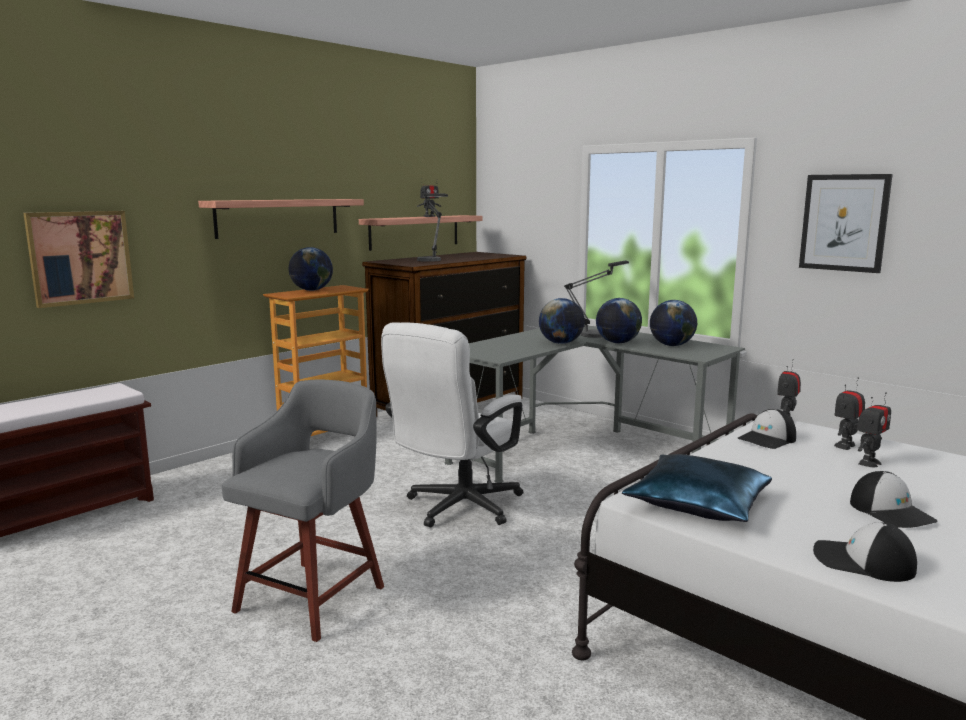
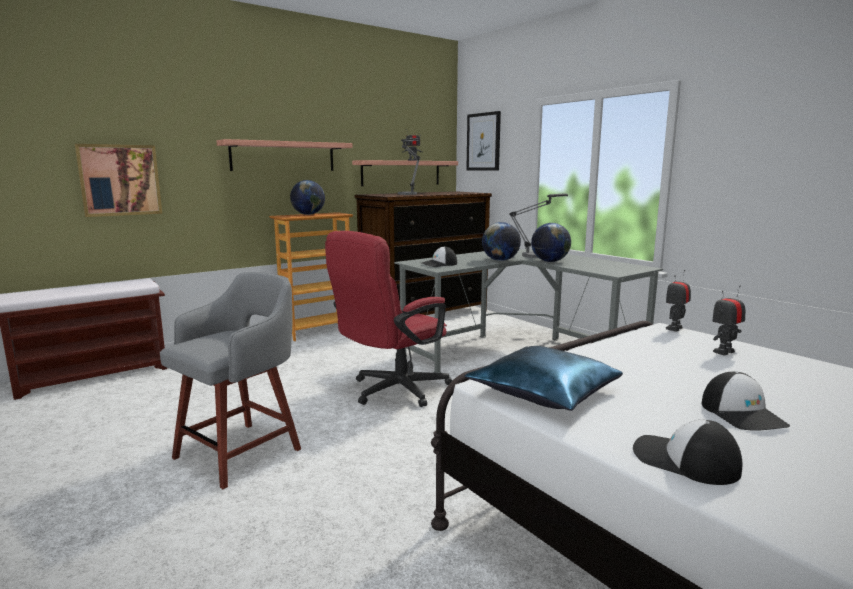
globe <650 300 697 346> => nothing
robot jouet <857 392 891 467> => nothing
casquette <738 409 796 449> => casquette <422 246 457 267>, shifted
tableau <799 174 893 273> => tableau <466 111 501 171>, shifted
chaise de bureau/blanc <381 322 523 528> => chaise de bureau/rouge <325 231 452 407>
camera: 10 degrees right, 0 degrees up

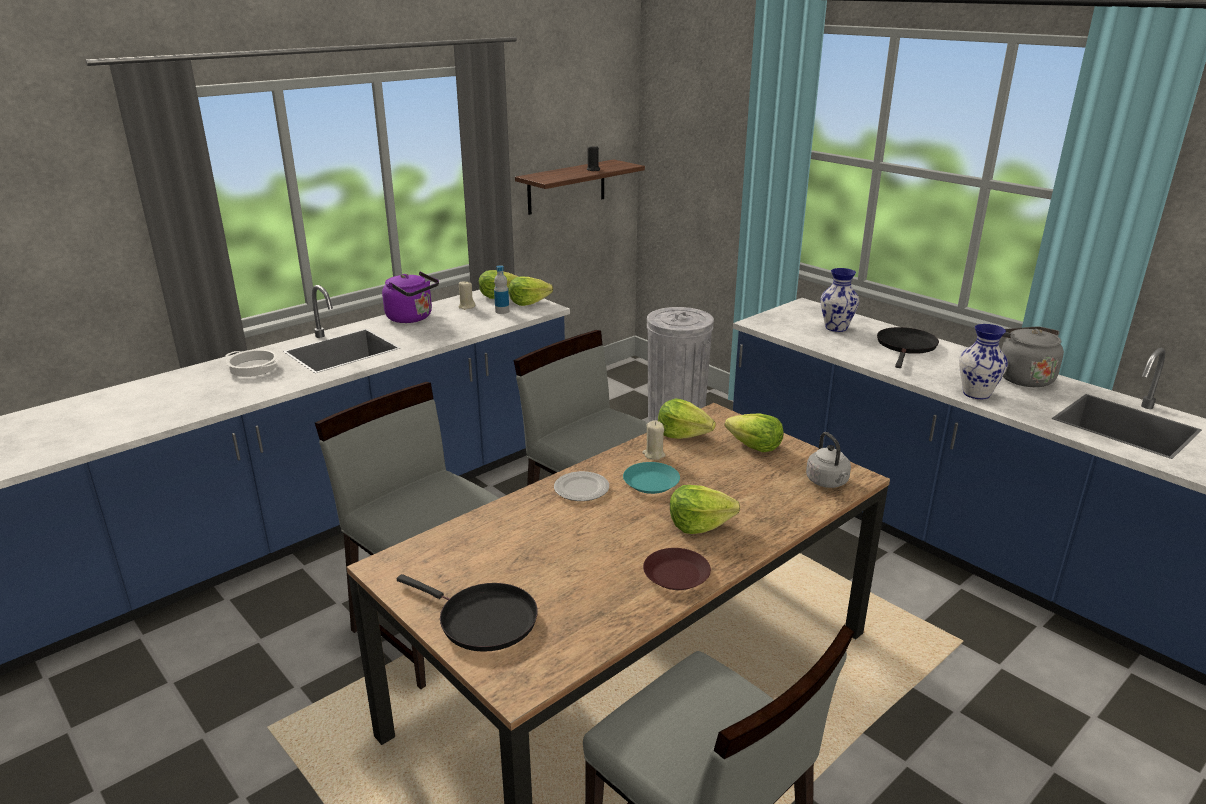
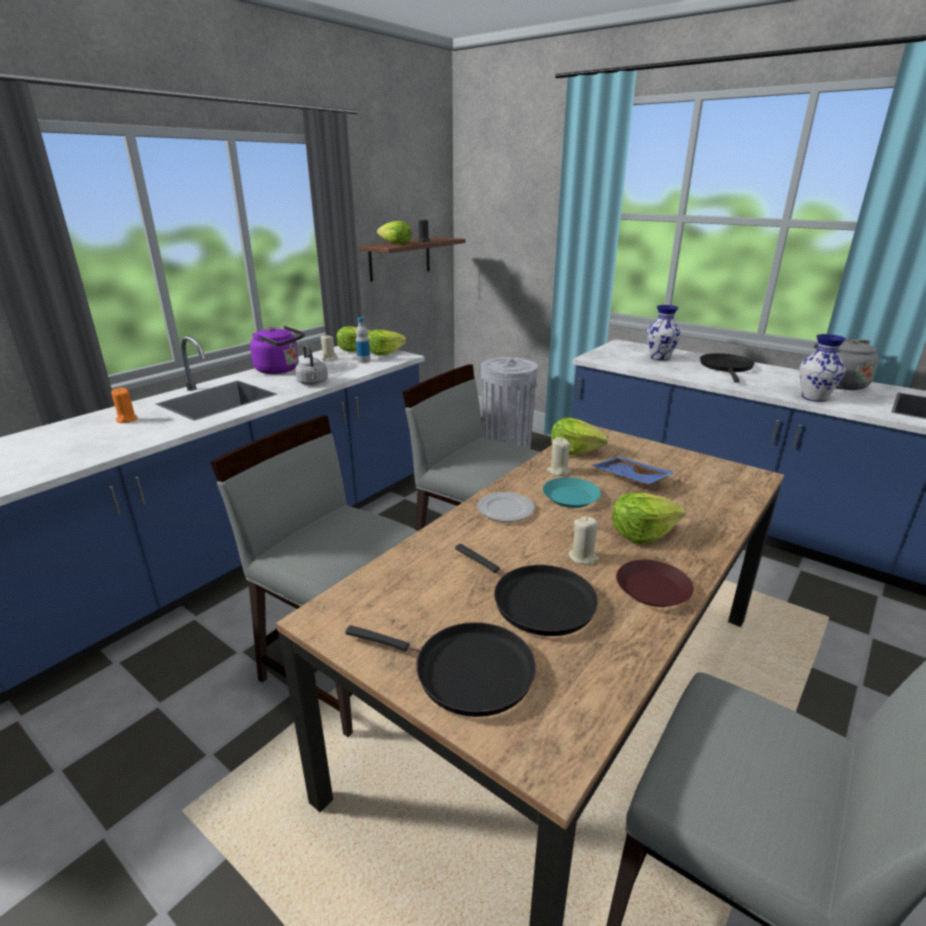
nothing => poêle/noir <455 544 598 636>
nothing => bougie/beige <568 516 599 565>
nothing => plateau/bleu <591 456 676 485>
laitue <725 413 783 452> => laitue <377 221 412 244>, shifted
bouilloire/gris <806 432 851 488> => bouilloire/gris <295 344 328 385>, shifted
marmite <225 349 279 377> => bougie/orange <111 388 137 423>
camera: 10 degrees left, 0 degrees up

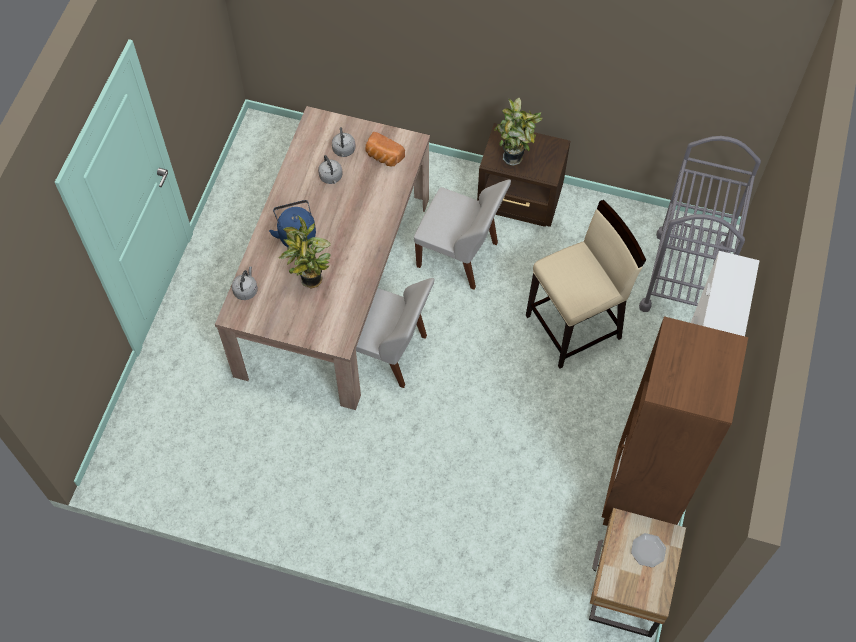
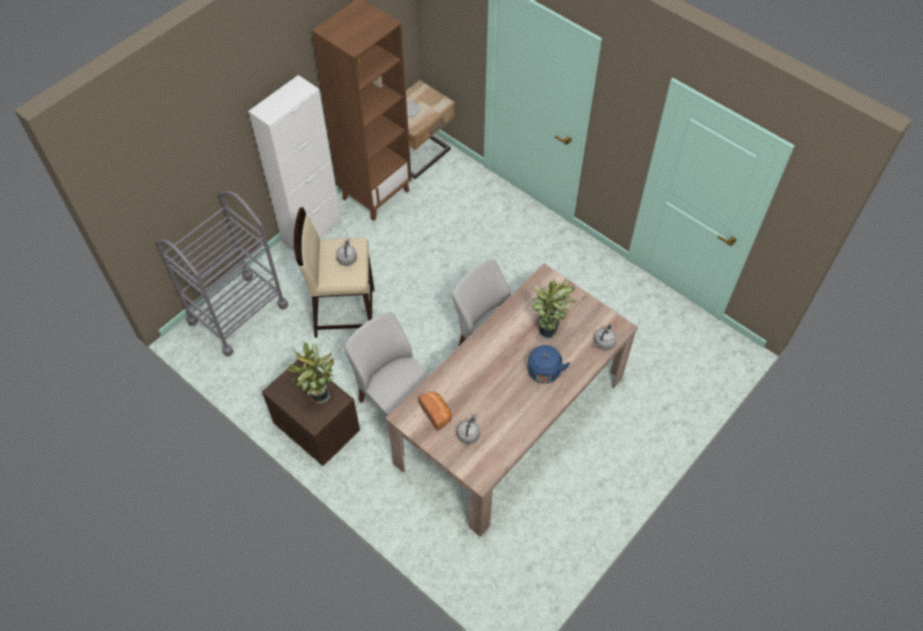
bouilloire/gris <318 155 343 184> => bouilloire/gris <336 239 357 266>, shifted
camera: 155 degrees left, 5 degrees down

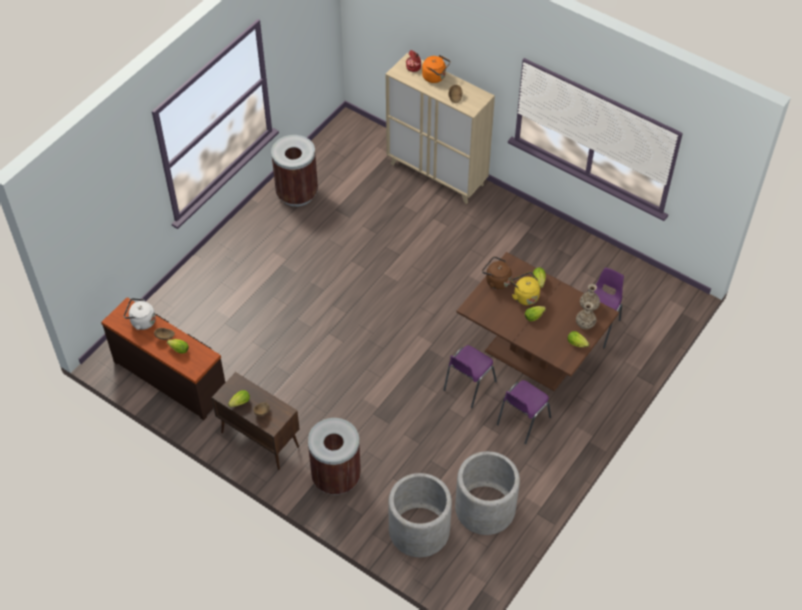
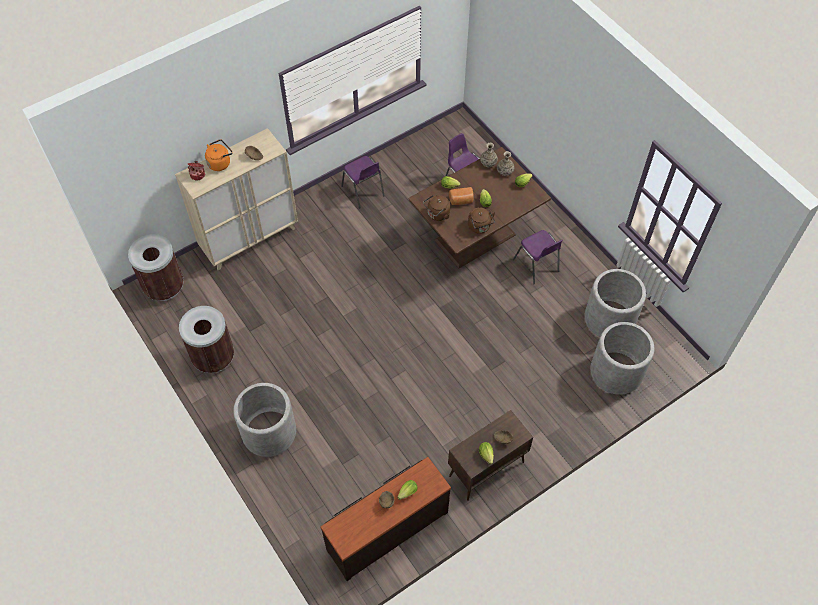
bouilloire/blanc <124 298 156 330> => nothing
nothing => cache-pot/gris <233 383 296 457>
nothing => bouilloire/marron <468 207 495 234>
poubelle/marron <308 418 361 495> => poubelle/marron <128 234 184 301>, shifted
chaise/violet <443 345 497 408> => chaise/violet <341 156 385 209>, shifted
bouilloire/jaune <511 272 540 305> => pain <449 187 474 205>
camera: 70 degrees left, 5 degrees up

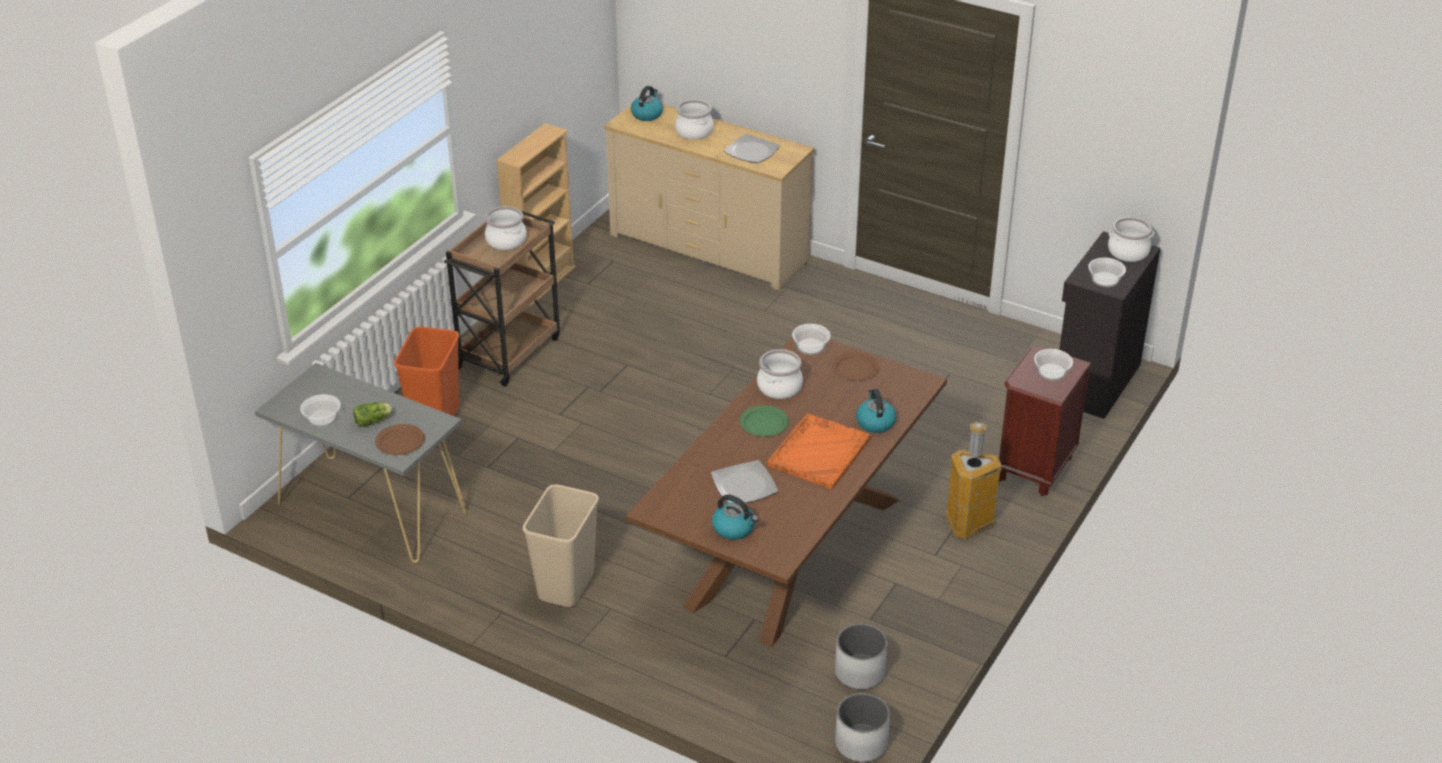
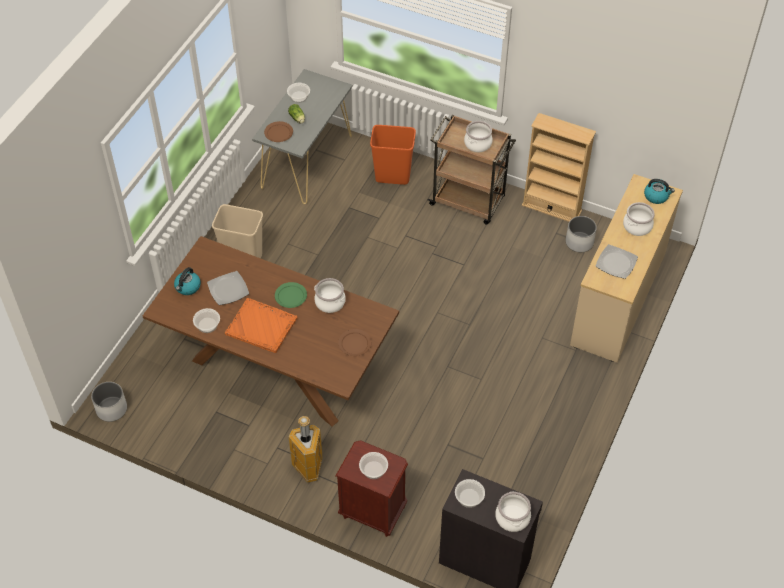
bouilloire <856 389 896 433> => nothing
bol <792 324 830 355> => bol <193 308 220 333>, shifted
cache-pot/blanc <835 624 887 689> => cache-pot/blanc <566 216 597 252>, shifted
camera: 85 degrees right, 15 degrees up

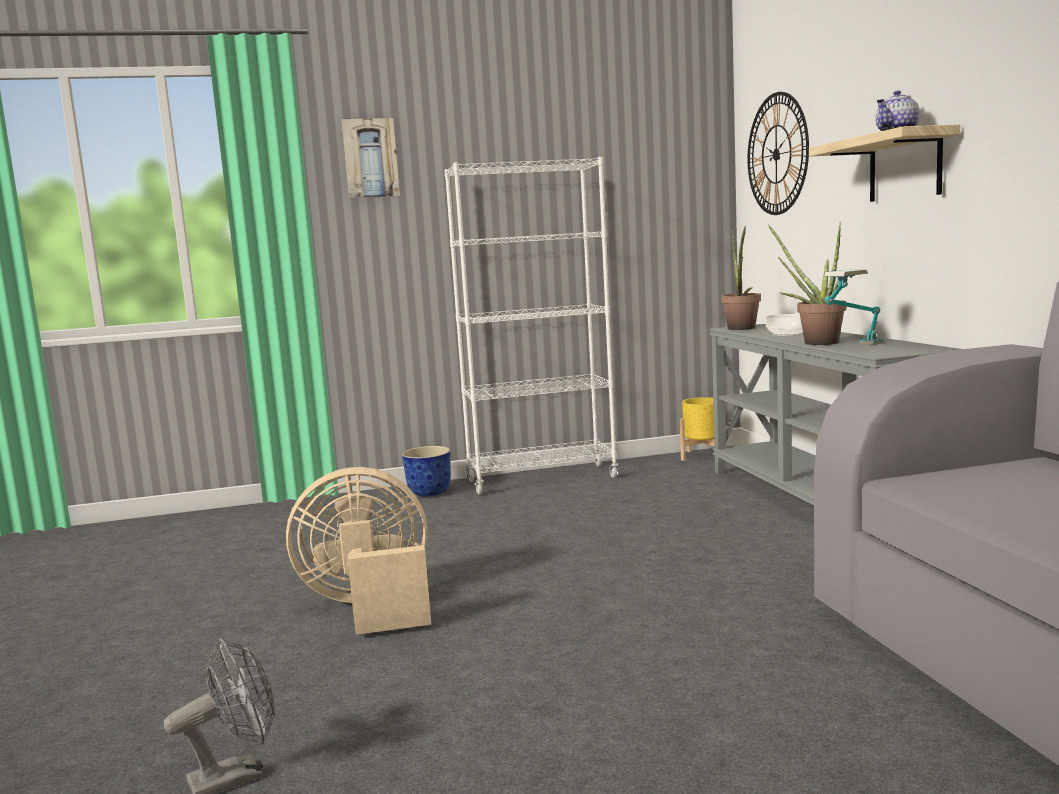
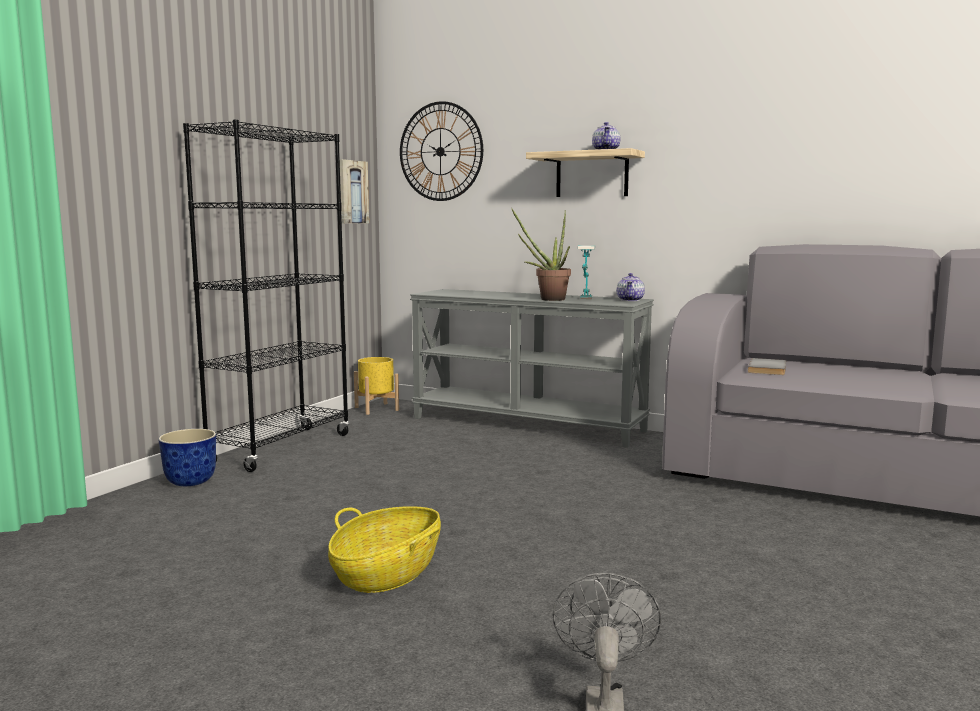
plante en pot <721 226 761 330> => nothing
bol <765 314 803 336> => nothing
nothing => théière <617 273 645 301>
nothing => livre/gris <748 358 786 375>
tableau <342 118 400 199> => tableau <340 159 369 224>, shifted
ventilateur/beige <286 467 431 635> => panier <328 506 441 593>
bibliothèque/blanc <444 157 618 495> => bibliothèque/noir <183 120 350 472>
camera: 50 degrees left, 0 degrees up

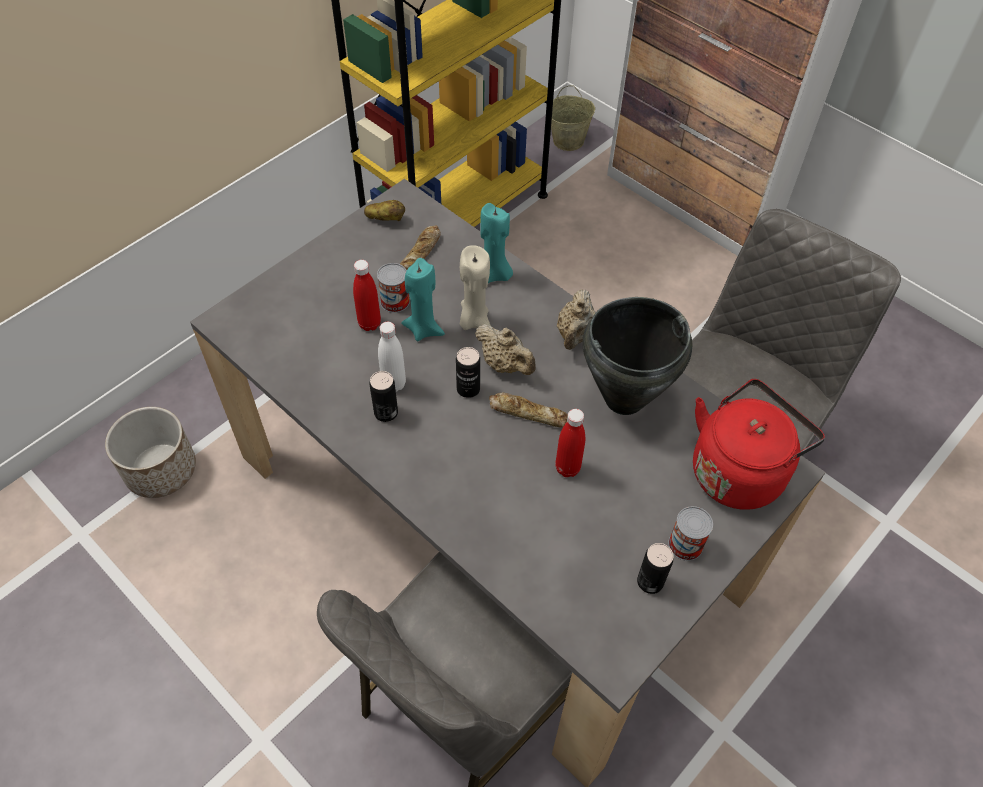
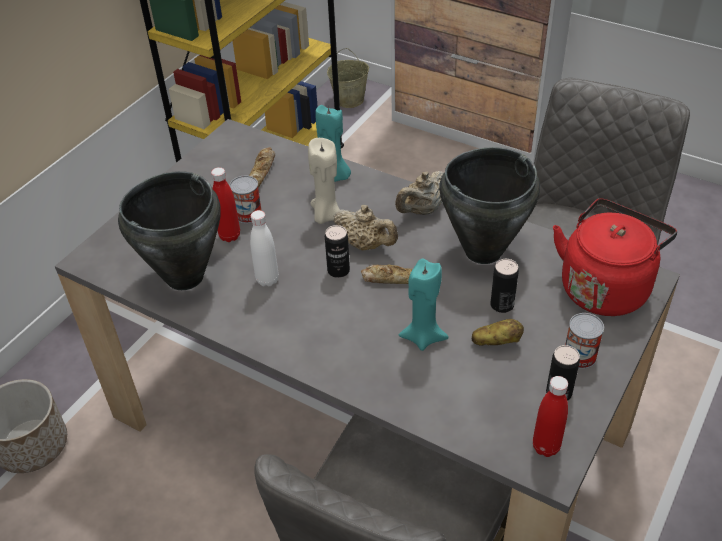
nothing => marmite/noir <118 171 221 290>
pomme de terre <364 200 405 221> => pomme de terre <472 319 524 346>, shifted
boîte métallique <369 371 398 422> => boîte métallique <490 259 519 313>, shifted
bougie/turquoise <401 258 445 341> => bougie/turquoise <399 258 449 351>, shifted
bouteille/rouge <555 409 585 477> => bouteille/rouge <533 376 568 457>, shifted
théière/beige <557 289 596 350> => théière/beige <395 171 444 215>, 45 degrees clockwise
camera: 10 degrees left, 10 degrees down

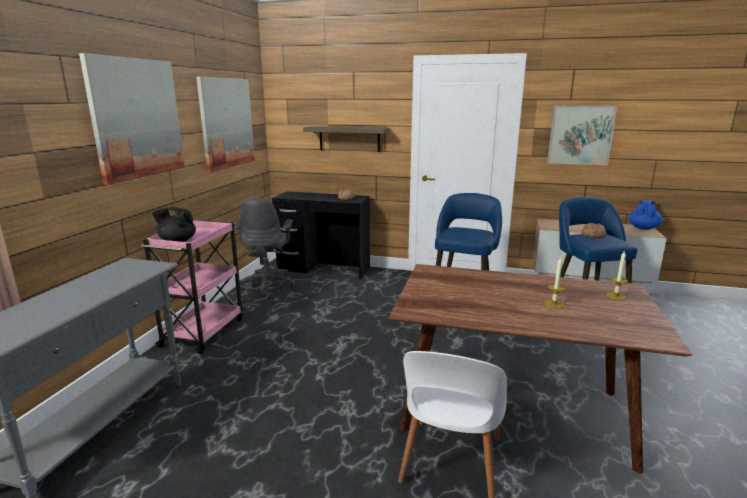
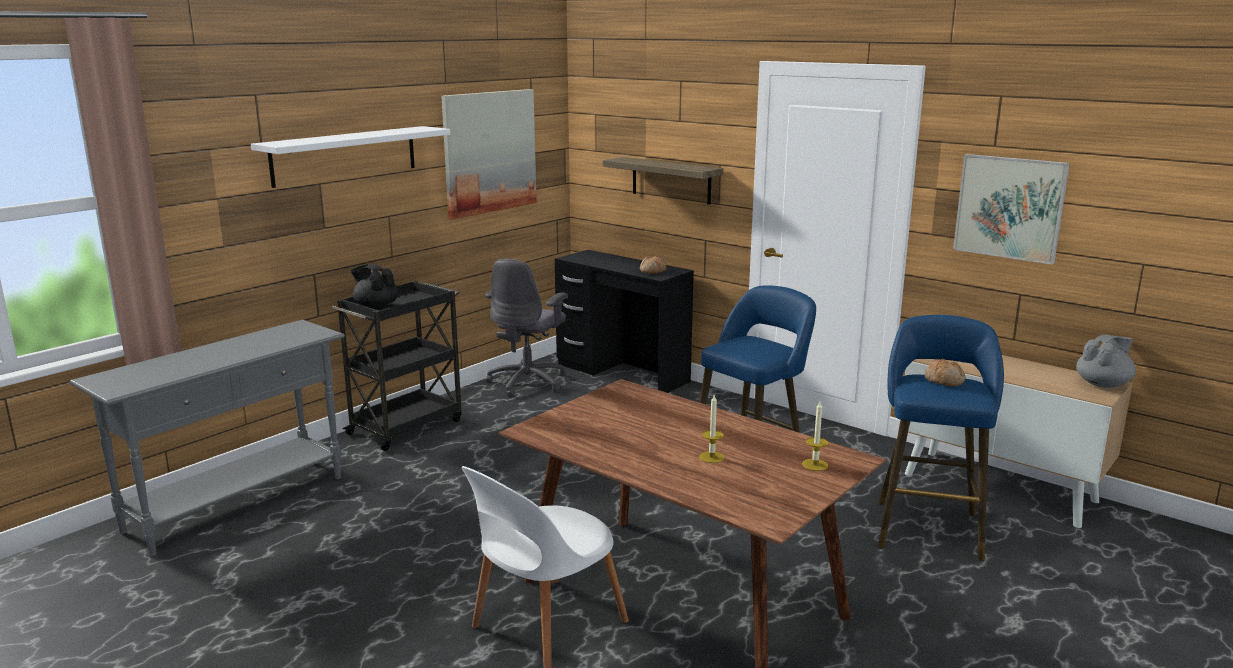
tableau <79 53 184 185> => étagère/blanc <251 126 450 188>
chariot/rose <141 220 243 354> => chariot/noir <332 281 462 451>
théière/bleu <629 200 663 230> => théière/gris <1076 334 1136 388>
camera: 25 degrees right, 0 degrees up

